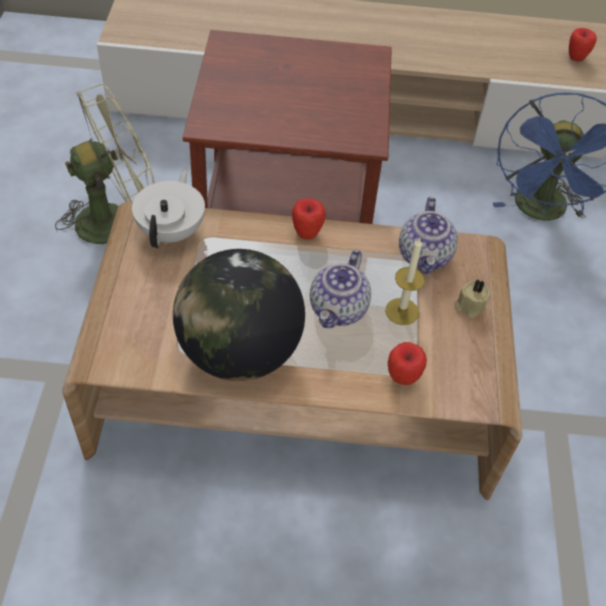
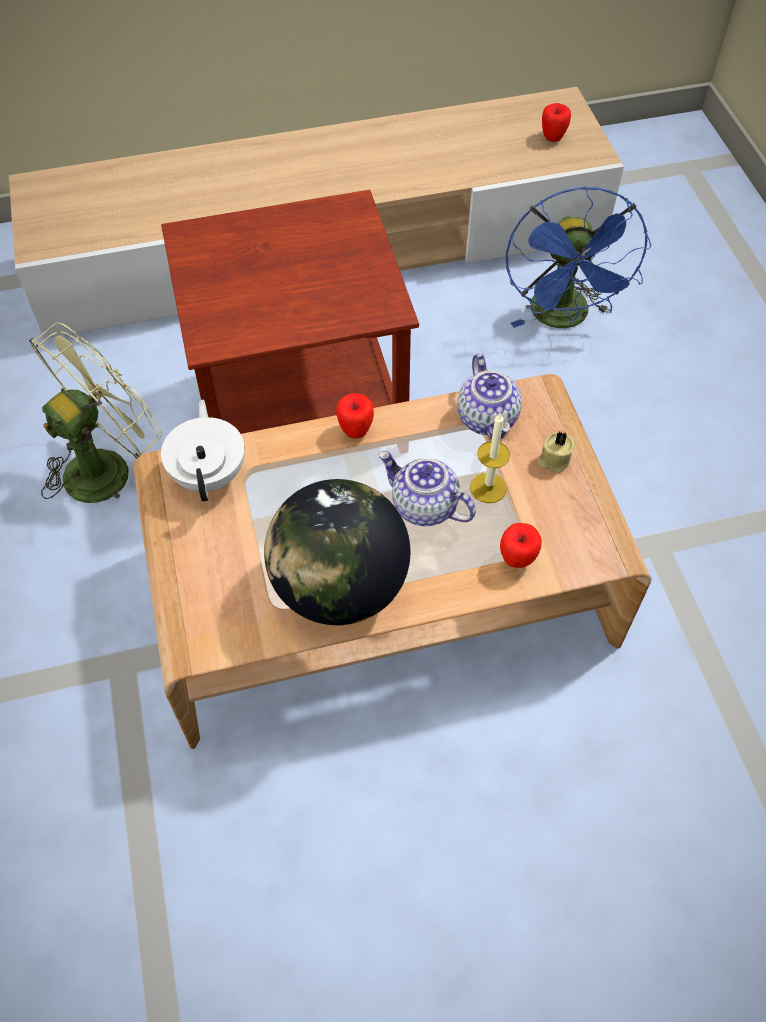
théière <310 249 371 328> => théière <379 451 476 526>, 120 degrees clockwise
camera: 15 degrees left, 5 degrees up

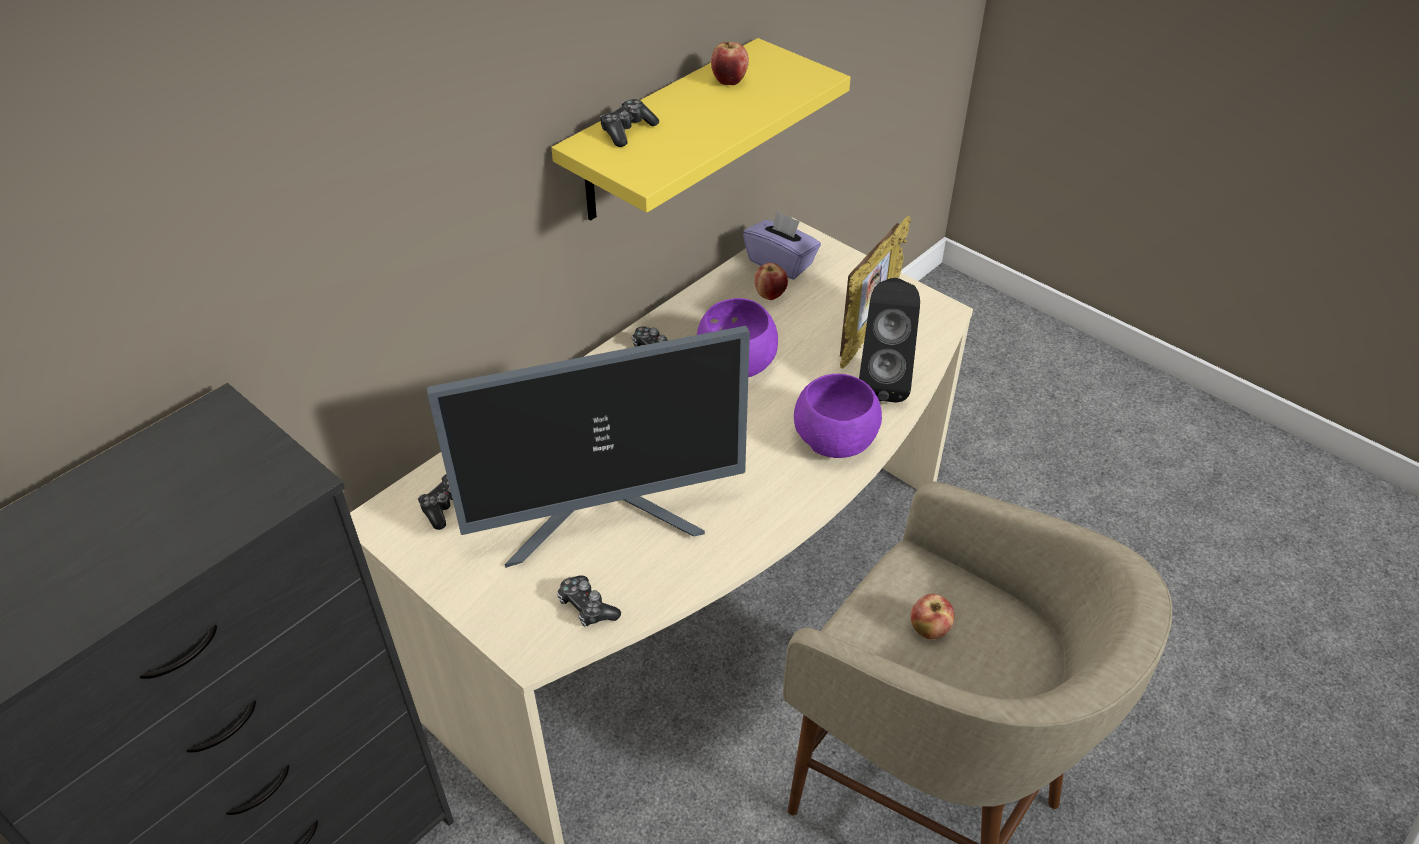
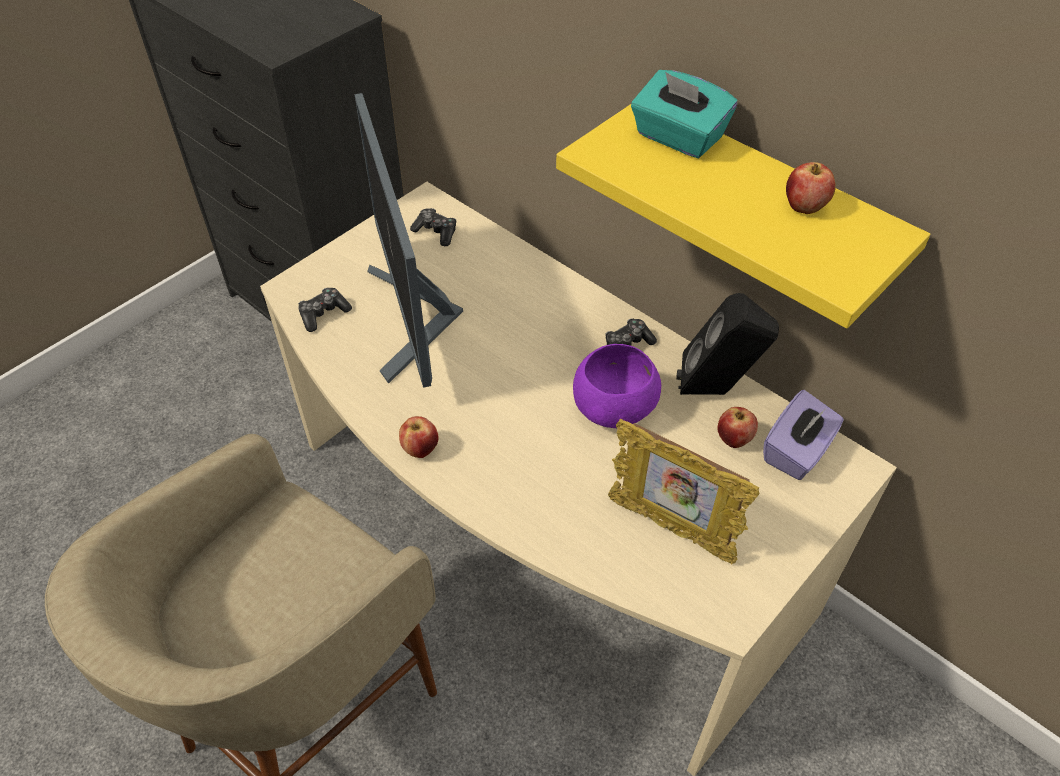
bol/violet <794 374 882 458> => nothing
enceinte/noir <859 278 920 403> => enceinte/noir <676 293 779 395>, shifted
pomme <910 594 954 639> => pomme <399 416 438 458>, shifted
manette <600 99 659 147> => boîte à mouchoirs/turquoise <631 70 737 158>
camera: 90 degrees right, 5 degrees up

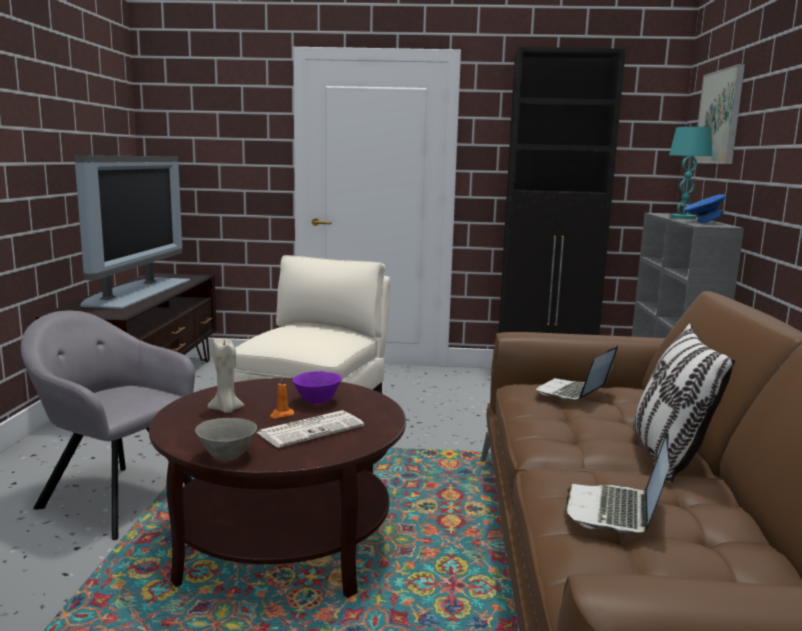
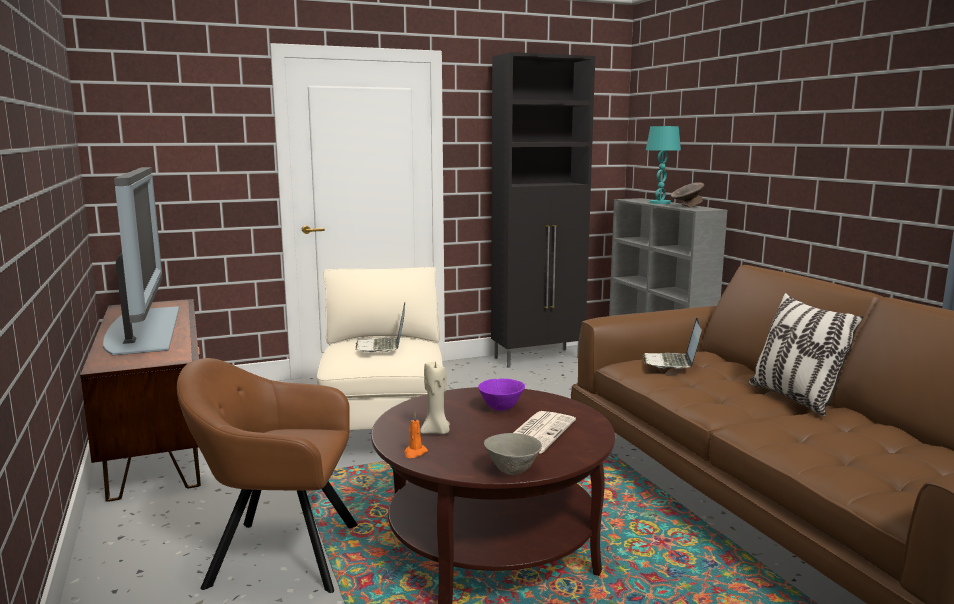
tableau <693 64 745 164> => nothing
bougie/orange <270 377 294 418> => bougie/orange <404 413 428 458>, shifted
ordinateur portable <565 432 669 533> => ordinateur portable <355 302 405 352>, shifted
fauteuil/gris <21 310 195 540> => fauteuil/marron <177 358 358 593>
bol/bleu <684 194 726 223> => bol/gris <671 182 704 208>
camera: 25 degrees left, 0 degrees up

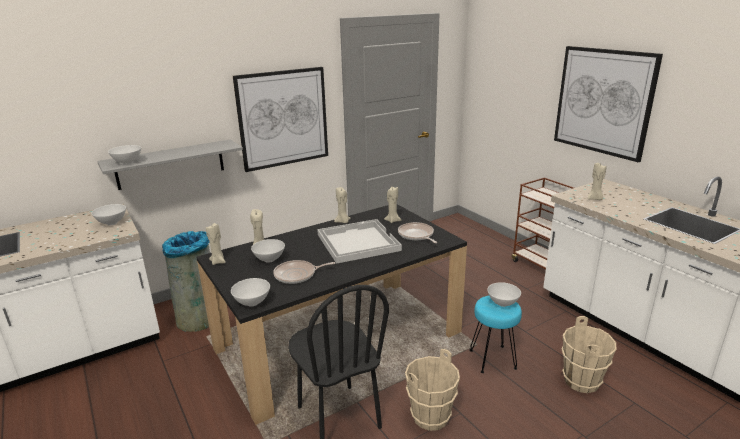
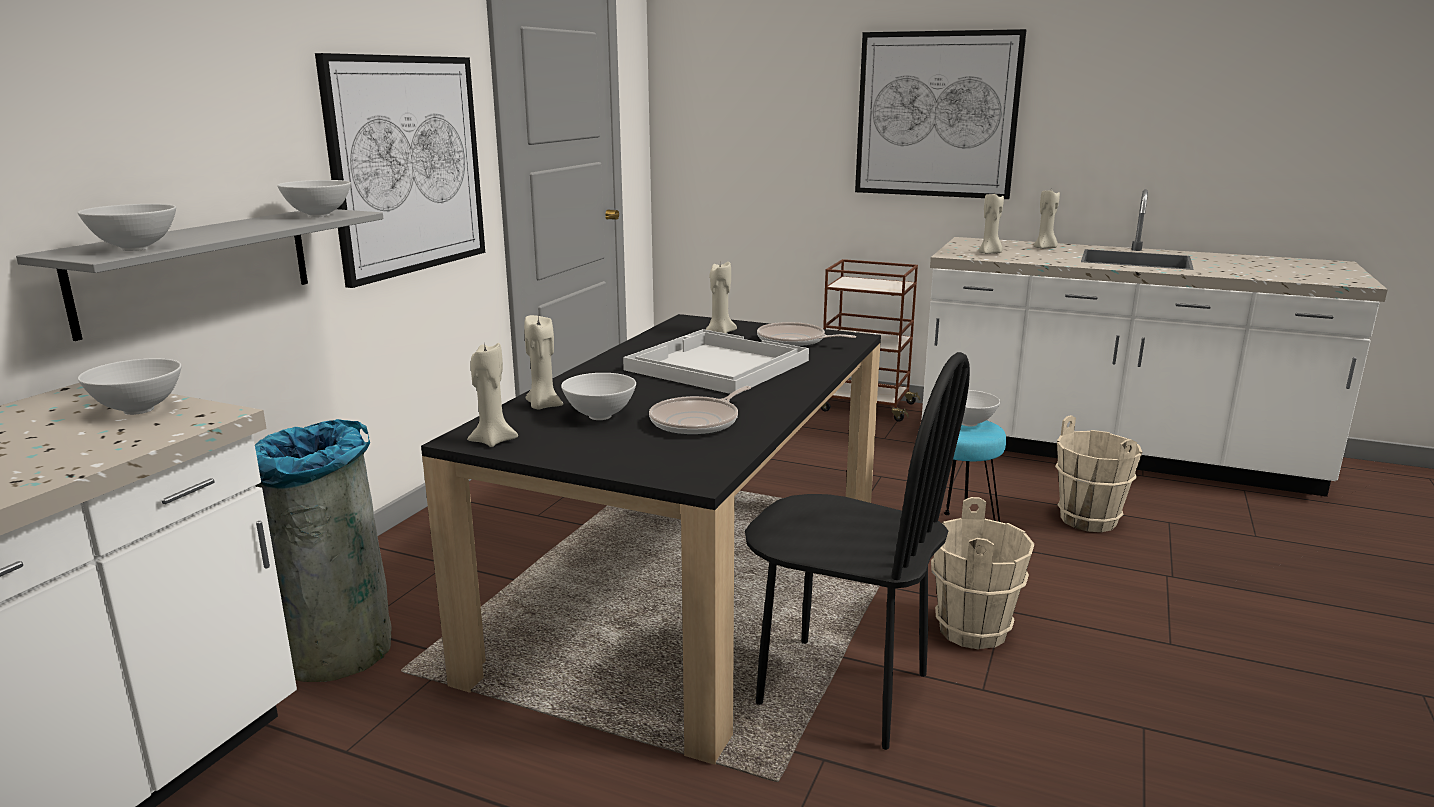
bol/blanc <231 278 270 307> => bol/blanc <277 180 351 217>, shifted
bougie/beige <334 187 350 223> => bougie/beige <1034 190 1060 249>, shifted
camera: 35 degrees left, 5 degrees down

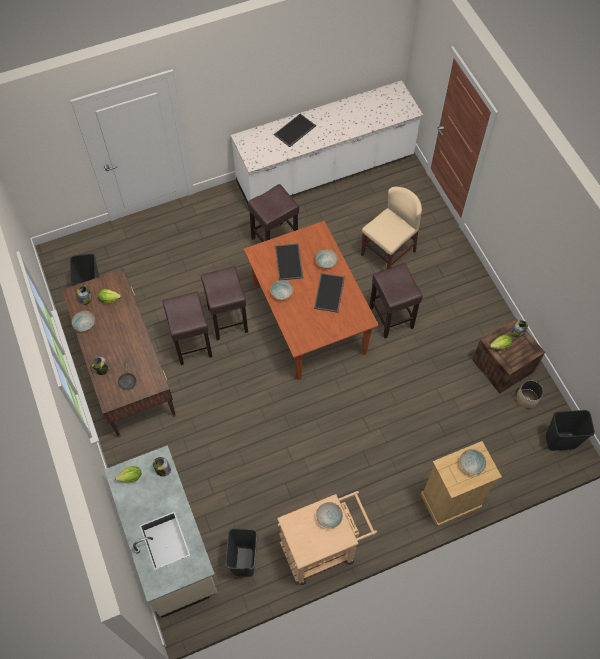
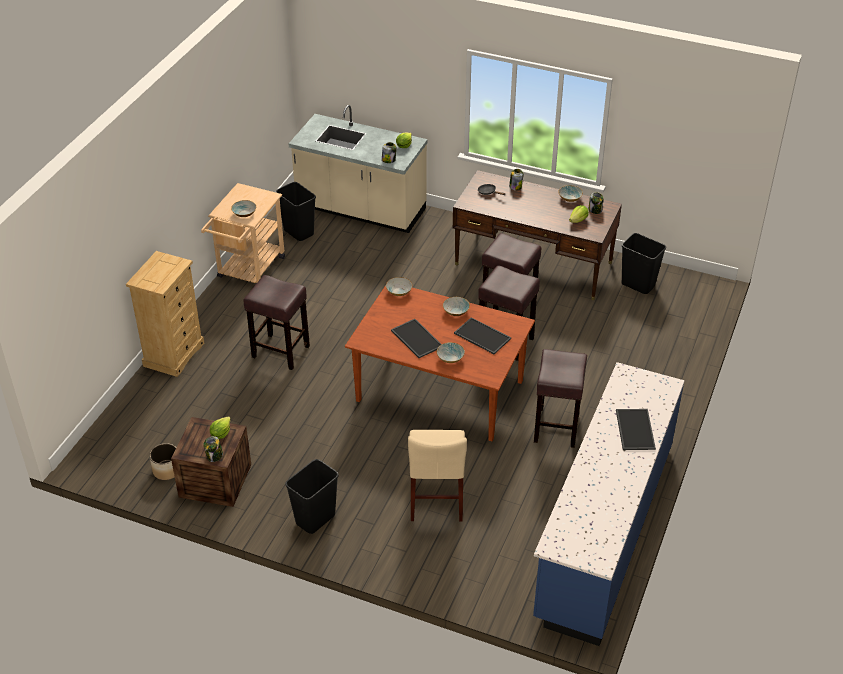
tabouret/marron <369 264 423 338> => tabouret/marron <243 275 310 370>, shifted
bol <460 449 486 475> => bol <386 277 412 296>, shifted
poubelle/noir <546 410 595 451> => poubelle/noir <285 459 339 534>, shifted
comptoir de cuisine/blanc <231 80 423 204> => comptoir de cuisine/bleu <533 362 685 646>
camera: 135 degrees right, 20 degrees down

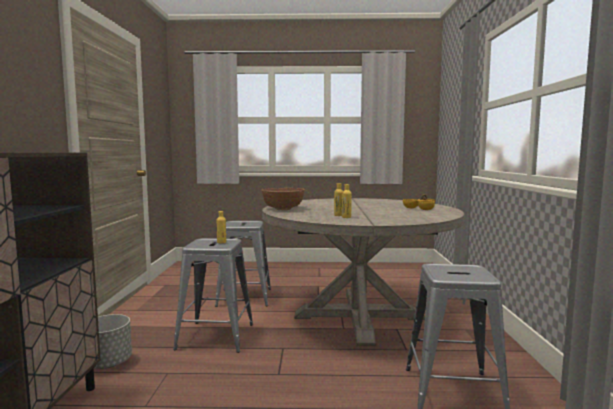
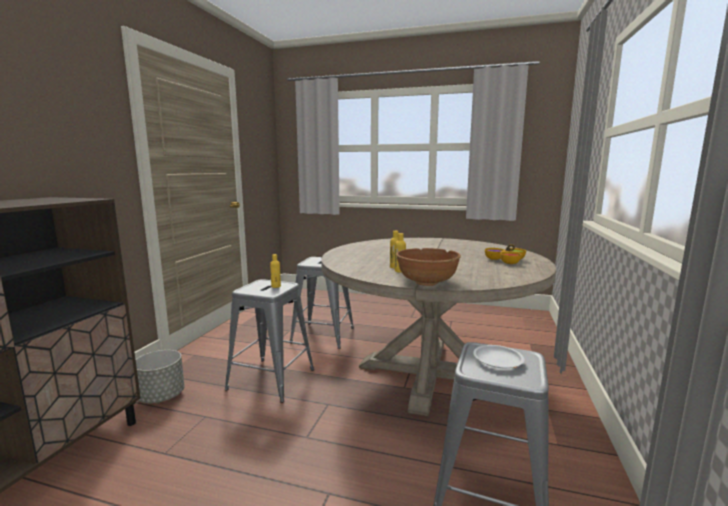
nothing => assiette/blanc <473 345 524 368>
bol/marron <261 188 305 210> => bol/marron <396 248 461 286>, shifted
camera: 15 degrees right, 5 degrees up

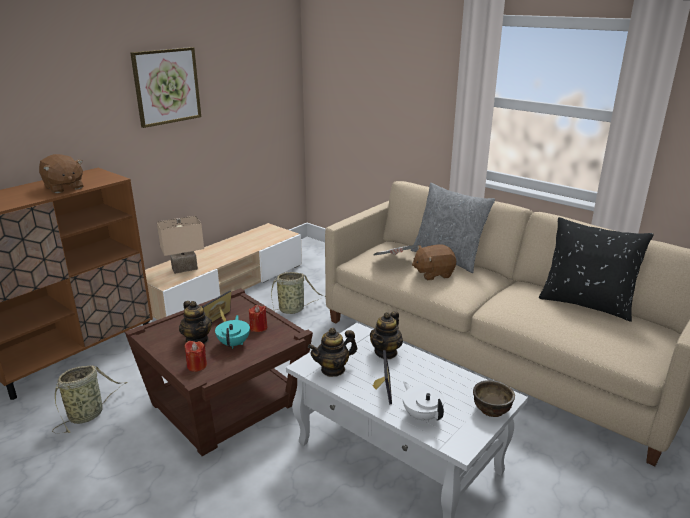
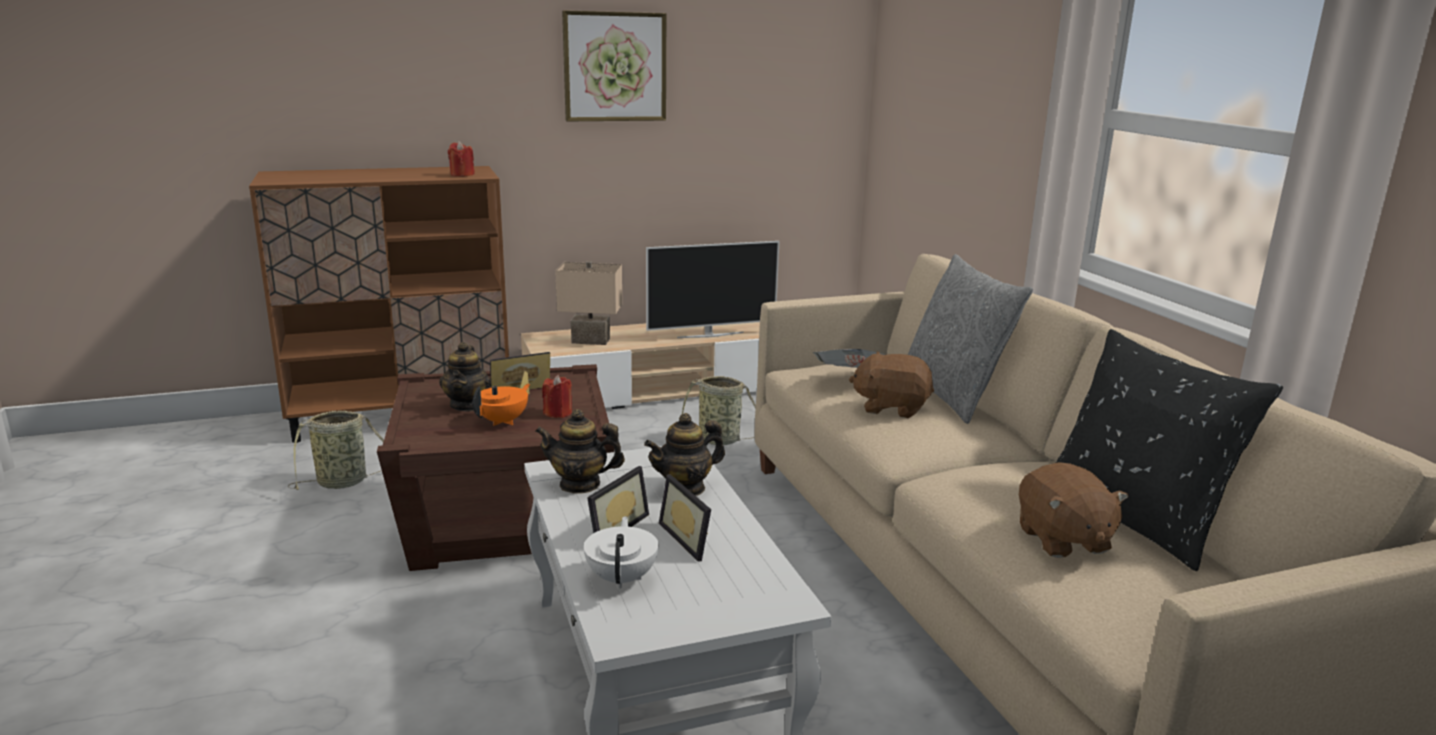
bol/marron <473 380 515 417> => nothing
nothing => téléviseur <646 241 779 338>
nothing => cadre photo <659 474 711 562>
peluche/marron <39 154 83 193> => peluche/marron <1019 462 1129 558>, shifted
bougie/rouge <184 341 207 372> => bougie/rouge <448 141 475 177>, shifted
théière/turquoise <215 315 250 349> => théière/orange <473 384 530 426>
camera: 30 degrees right, 5 degrees down

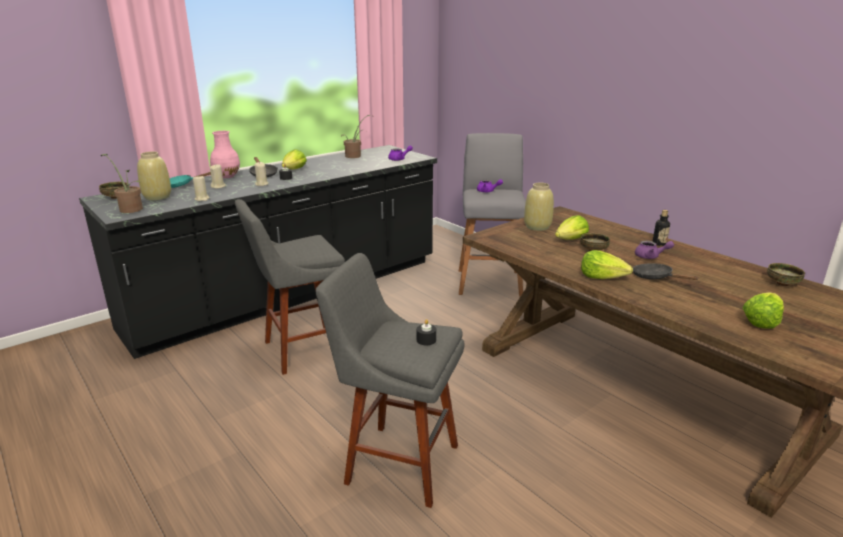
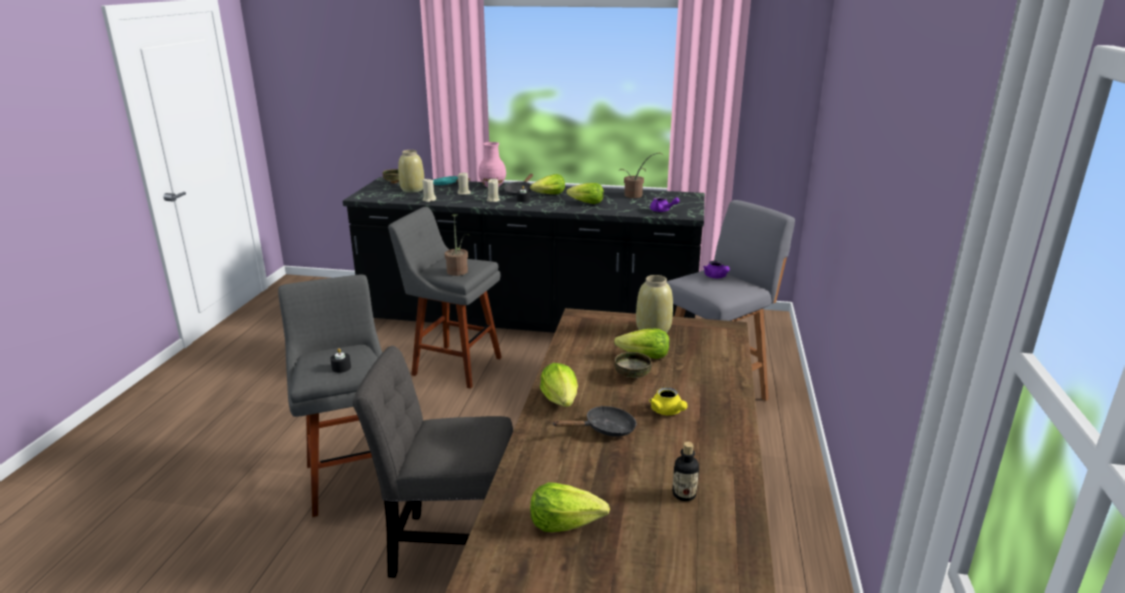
bol <767 263 805 286> => nothing
nothing => chaise/gris <353 346 513 578>
nothing => laitue <566 183 604 204>
plante en pot <101 154 143 213> => plante en pot <444 214 470 276>, shifted
bouteille <653 210 670 246> => bouteille <672 442 699 501>, shifted
théière/violet <635 241 674 259> => théière/jaune <649 387 688 415>
poêle/noir <633 263 699 280> => poêle/noir <552 406 636 437>, 60 degrees clockwise
camera: 50 degrees right, 0 degrees up

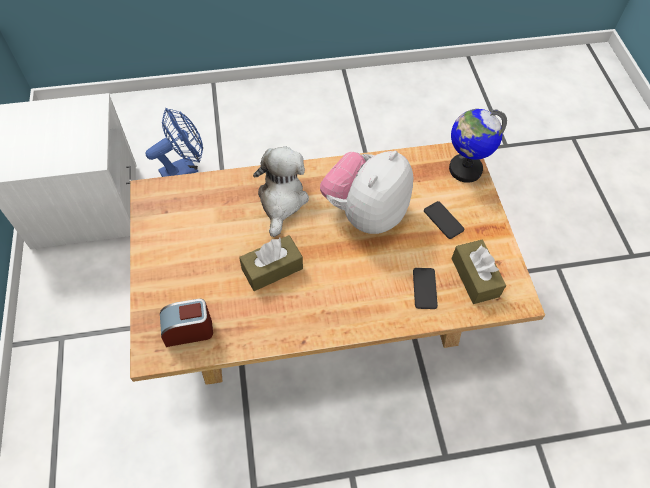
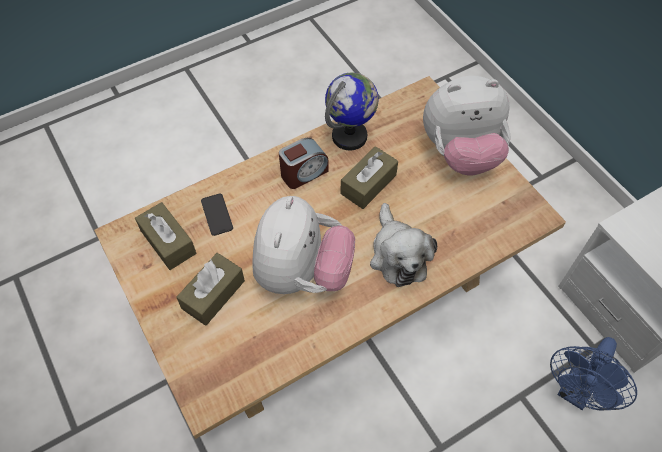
nothing => peluche <423 76 511 175>
réveil <160 299 213 347> => réveil <279 138 329 189>, shifted
globe <449 109 507 183> => globe <325 73 379 150>, shifted
téléphone <424 201 464 239> => boîte à mouchoirs/marron <176 253 245 326>
camera: 160 degrees right, 0 degrees up

